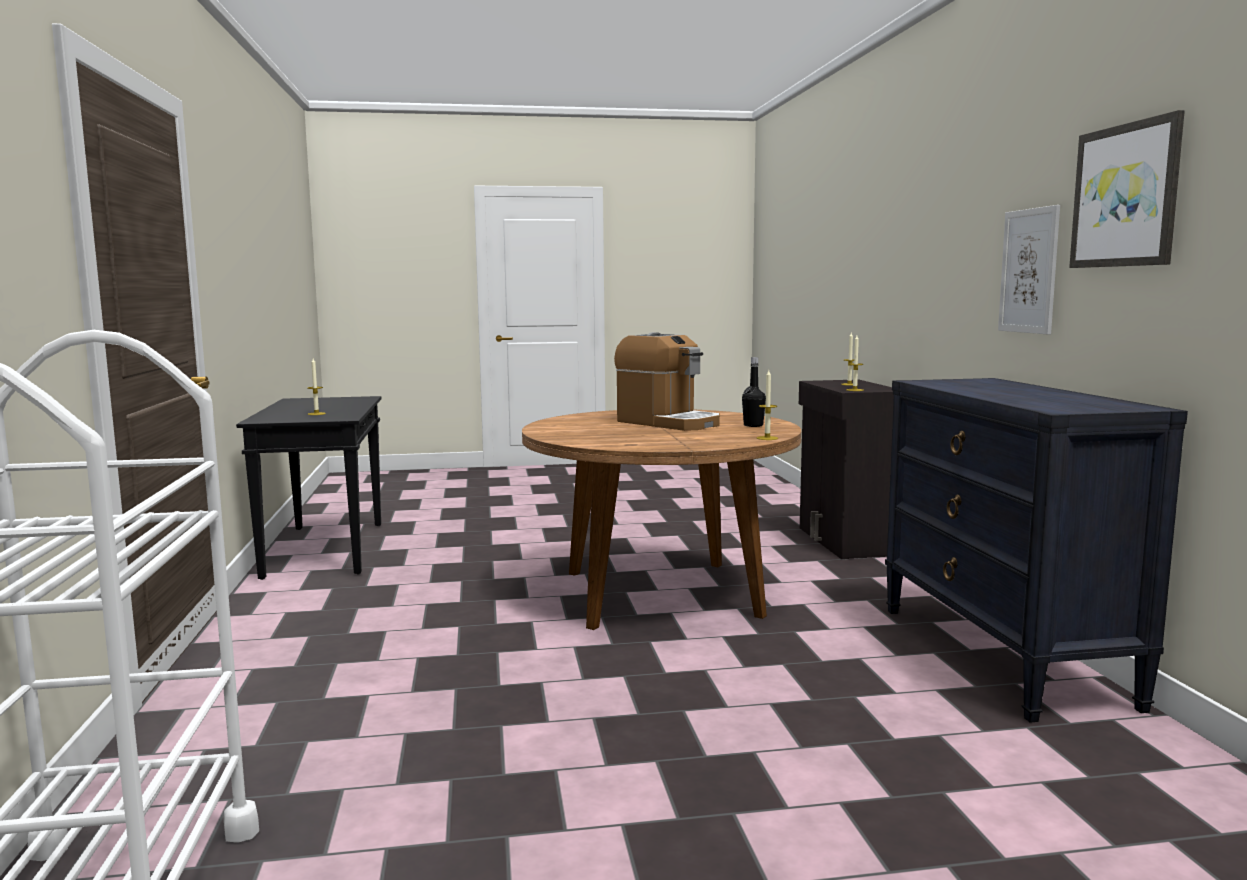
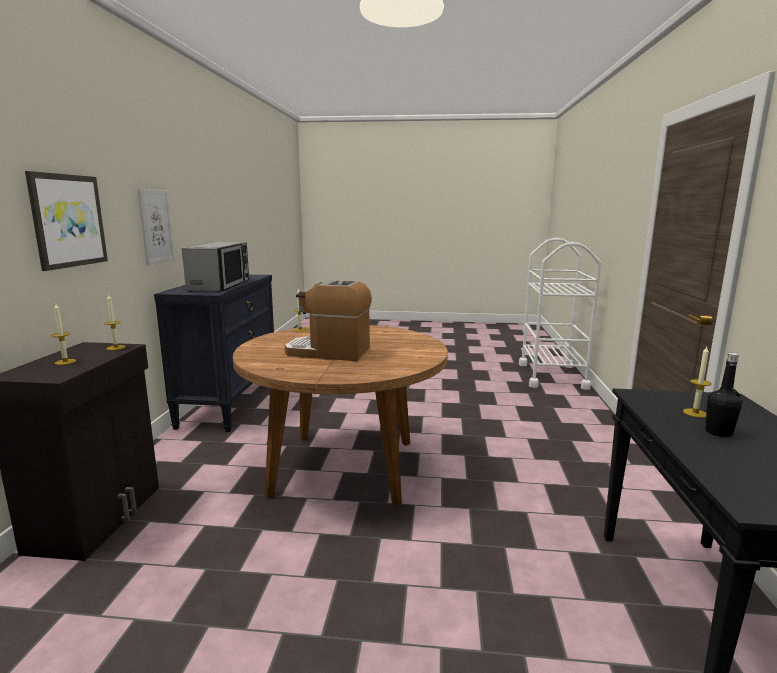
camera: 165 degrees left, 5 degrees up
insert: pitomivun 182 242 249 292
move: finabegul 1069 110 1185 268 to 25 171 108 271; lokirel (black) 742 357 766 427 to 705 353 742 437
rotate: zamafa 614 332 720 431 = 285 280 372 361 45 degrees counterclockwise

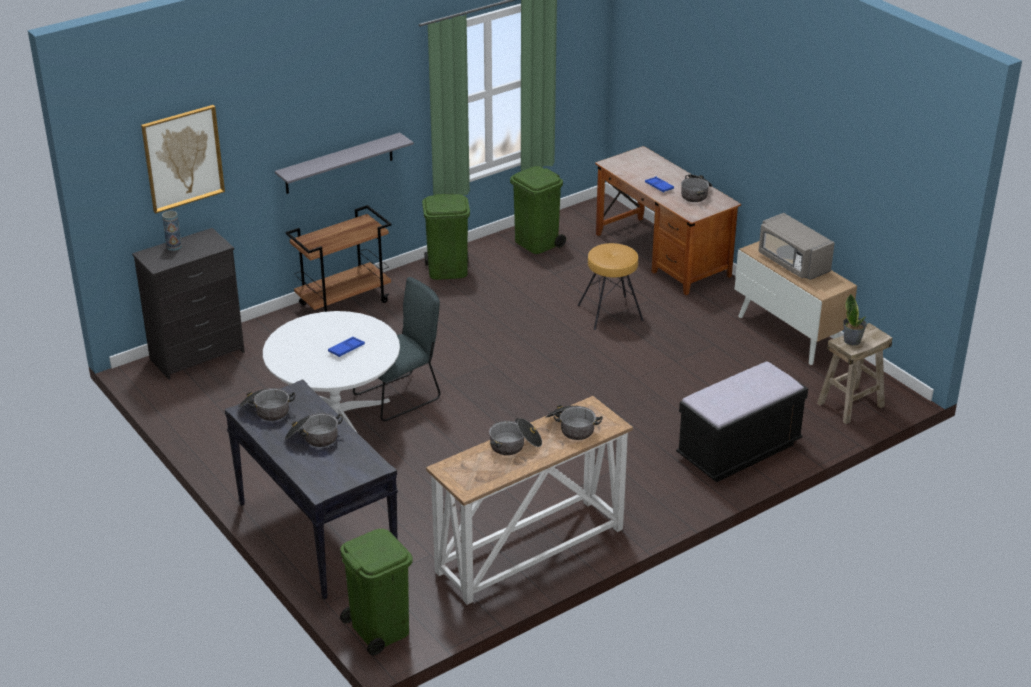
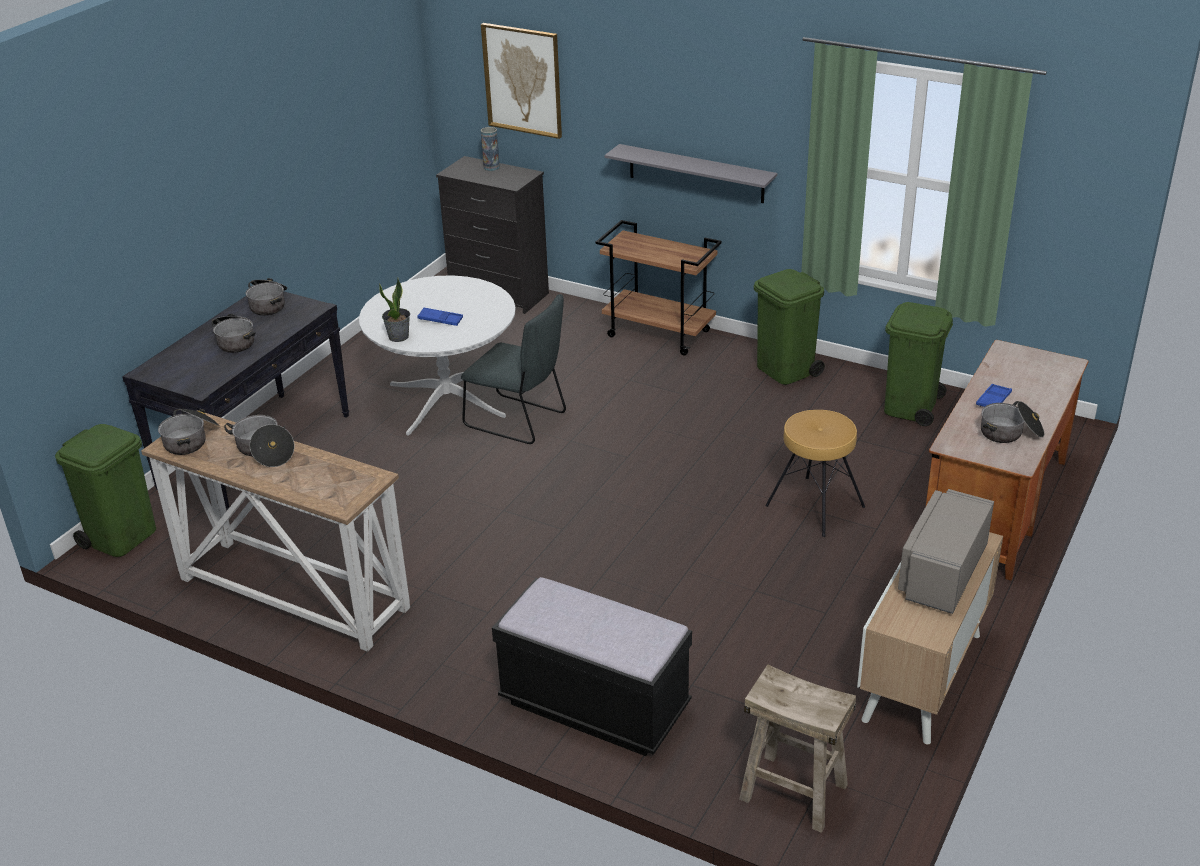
camera: 65 degrees right, 0 degrees up
move: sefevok 843 293 867 346 to 379 278 410 342; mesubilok 545 405 603 440 to 158 408 220 455

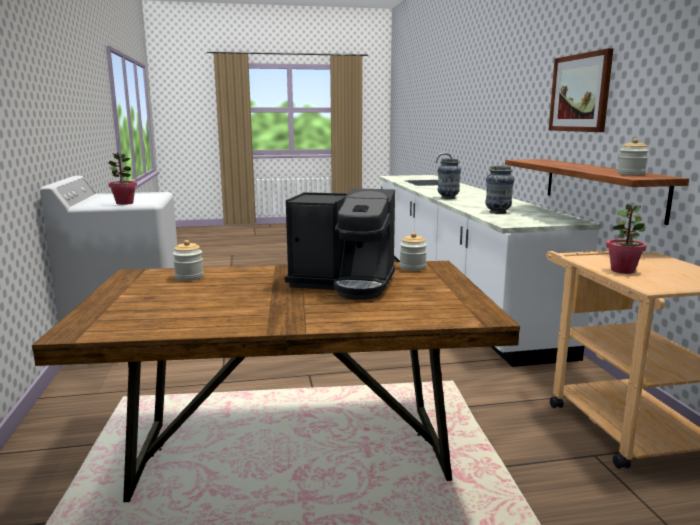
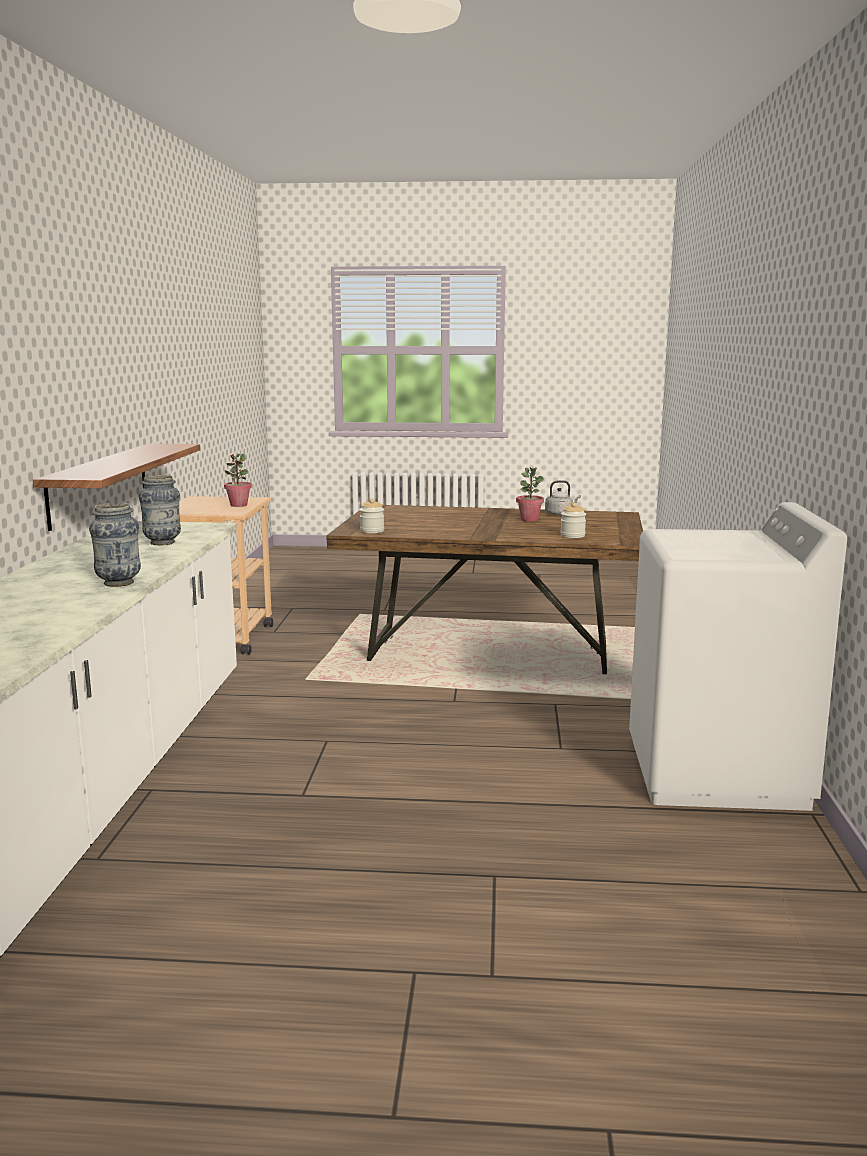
camera: 165 degrees left, 0 degrees up
delete: finabegul 549 48 614 132; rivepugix 617 138 649 175; zamafa 285 188 395 300
insert: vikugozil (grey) 545 480 581 515
move: sefevok 108 152 137 205 to 516 467 544 521

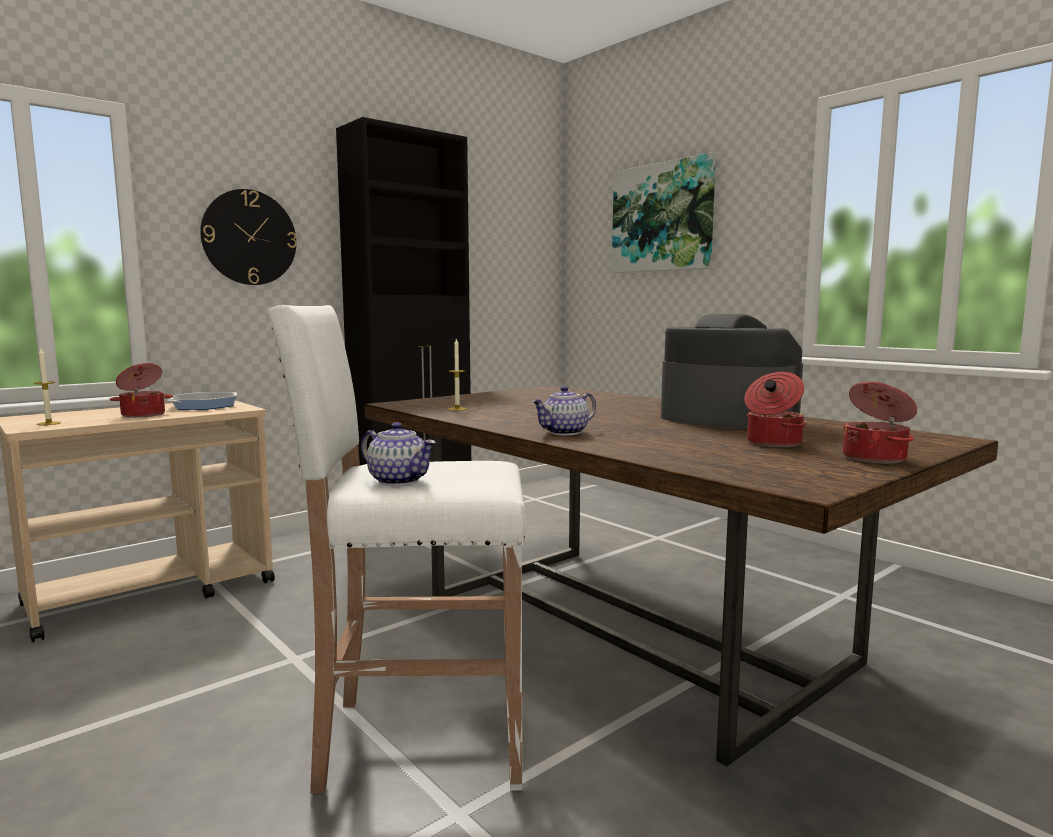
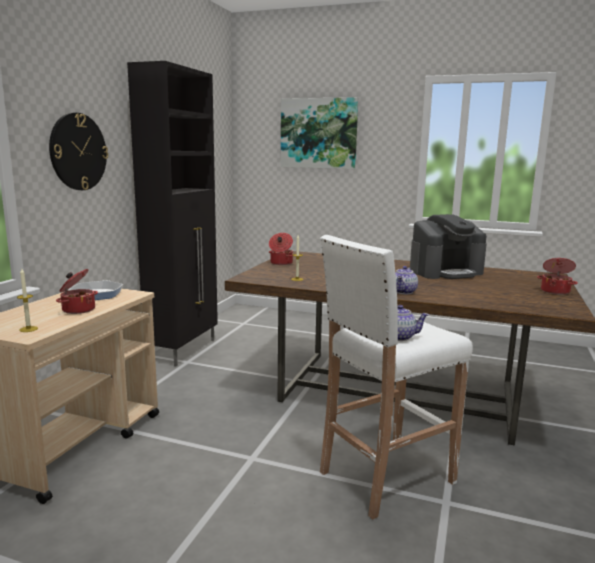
camera: 30 degrees left, 5 degrees up
move: mesubilok 745 372 805 447 to 269 233 293 265
rotate: zamafa 661 314 803 430 = 410 214 487 279 150 degrees clockwise

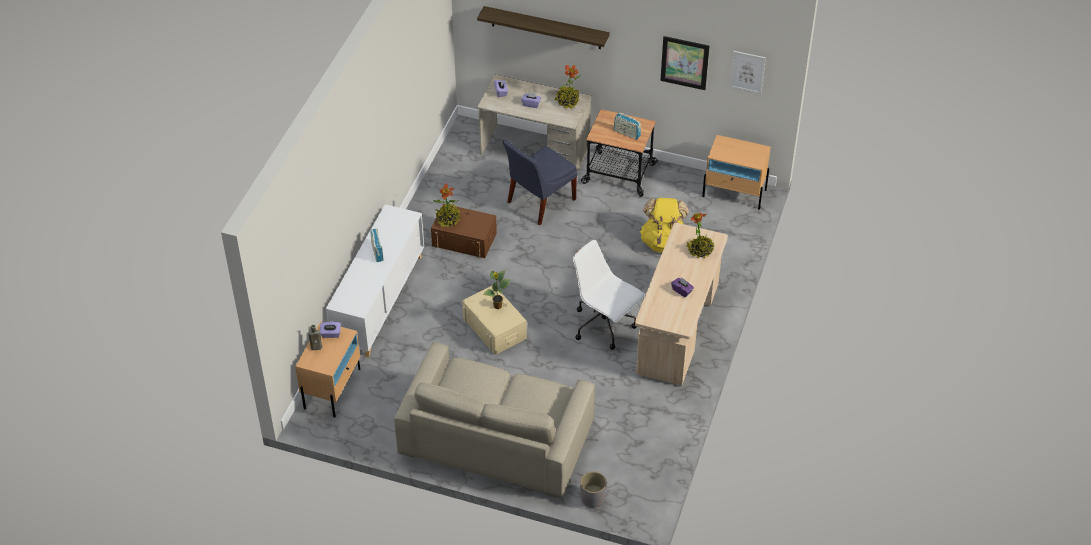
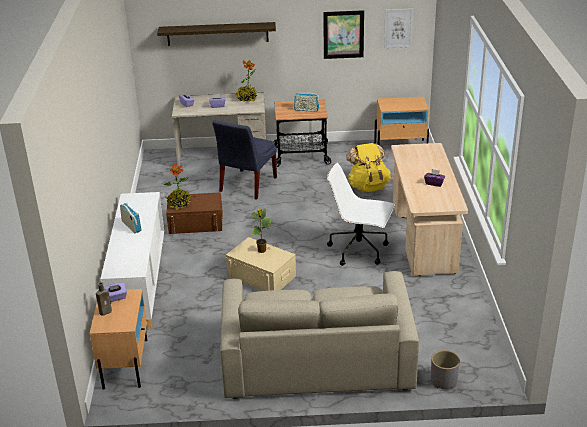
camera: 20 degrees left, 15 degrees down
delete: sefevok 687 213 715 258

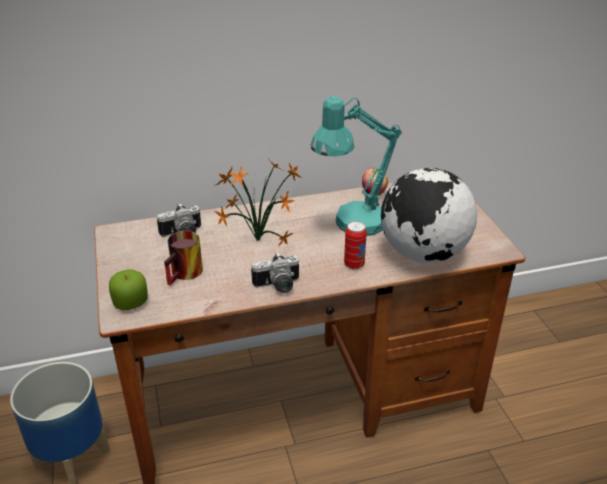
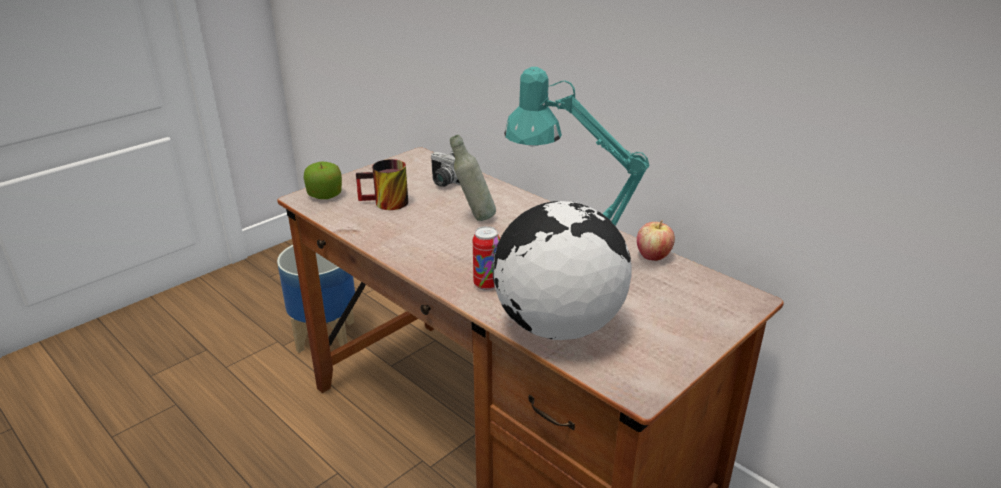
camera: 60 degrees right, 5 degrees down
delete: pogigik 251 253 299 293
replace: sefevok 214 158 302 248 to lokirel (grey) 450 135 496 221

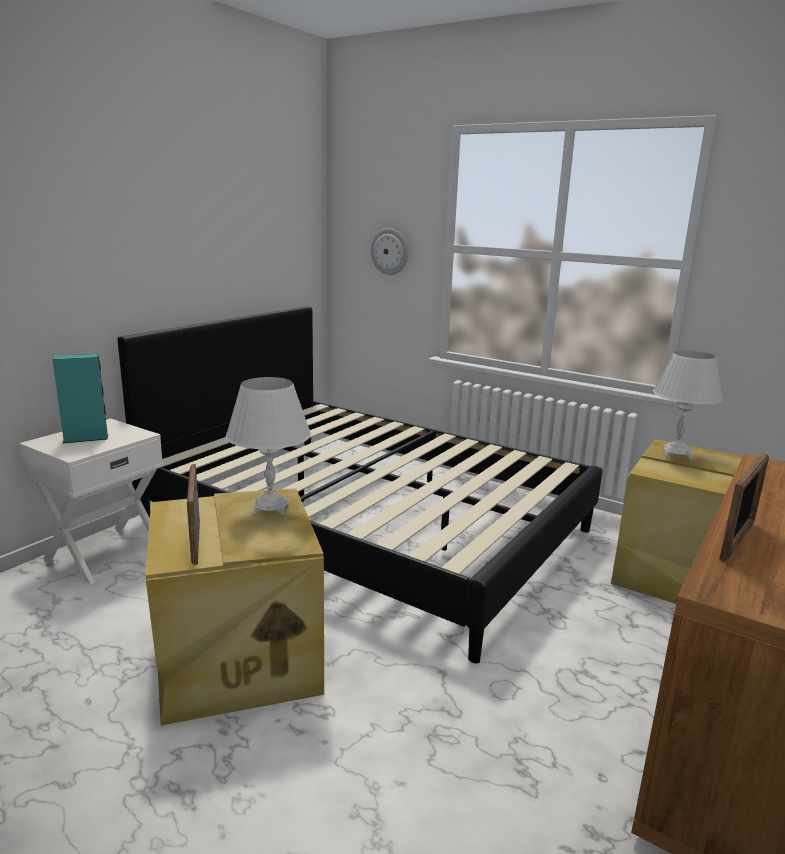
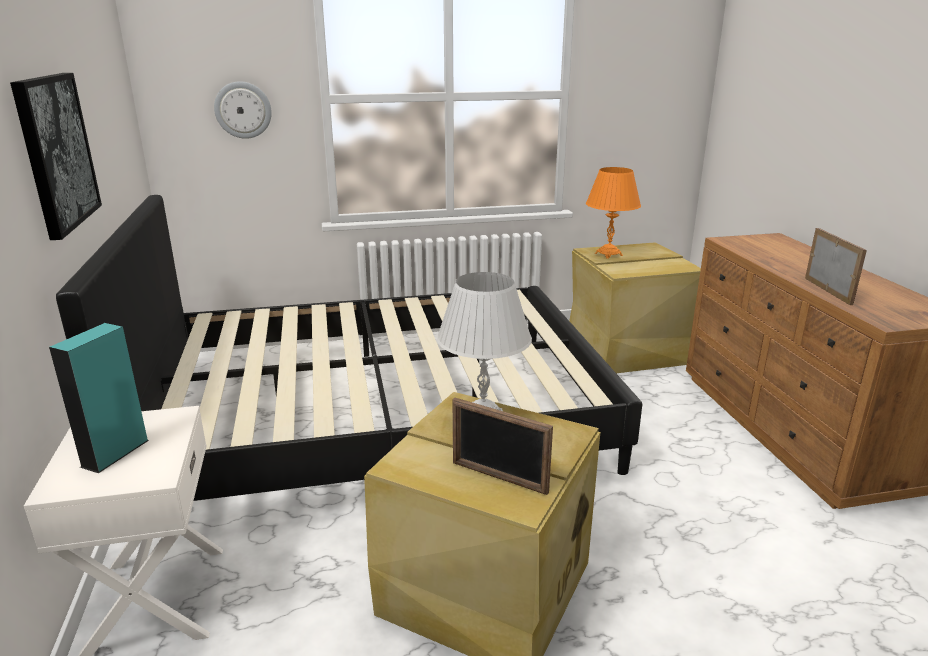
camera: 45 degrees left, 5 degrees up
insert: finabegul 10 73 102 240
recolor: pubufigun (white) 653 350 723 459 to pubufigun (orange) 586 167 641 259

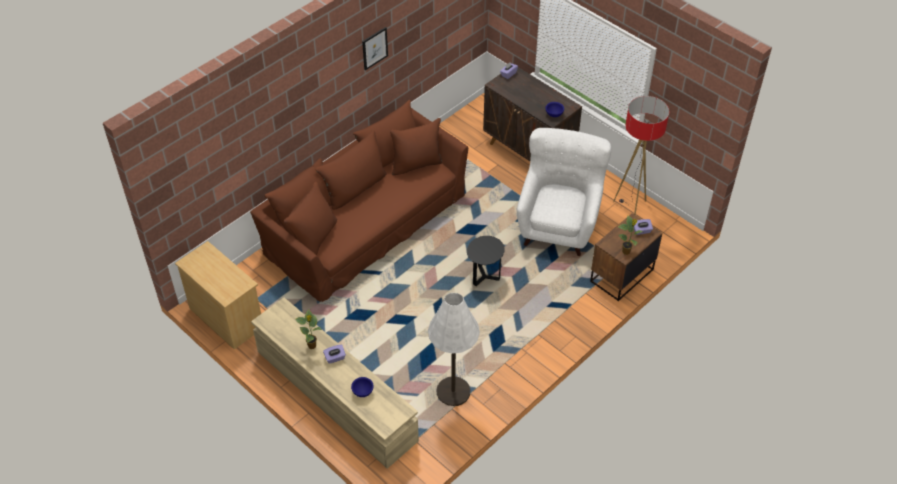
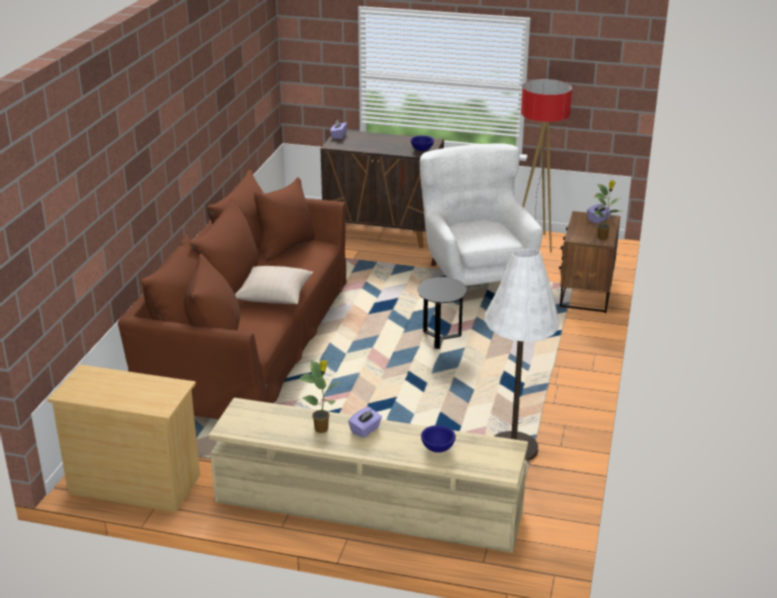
camera: 30 degrees left, 20 degrees down
delete: finabegul 362 27 388 70
insert: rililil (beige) 235 266 313 304

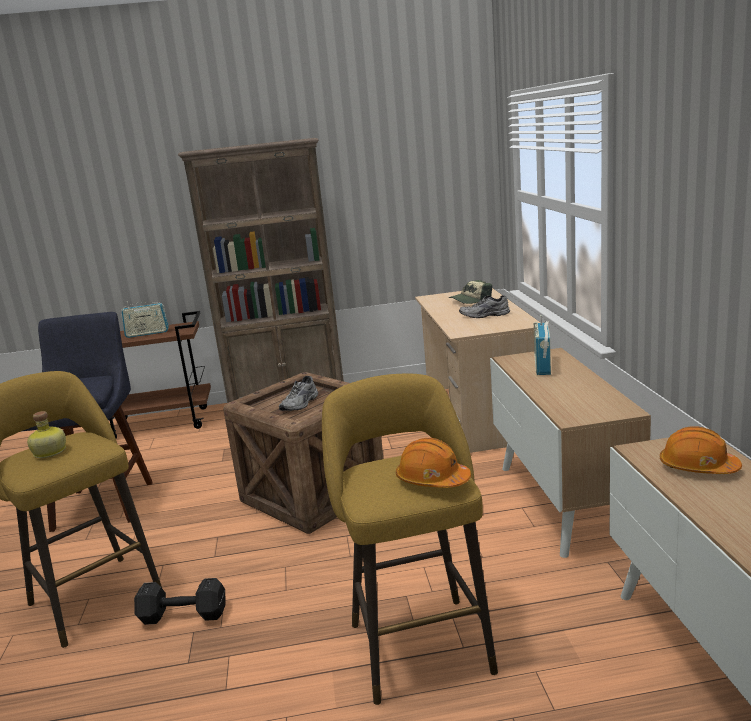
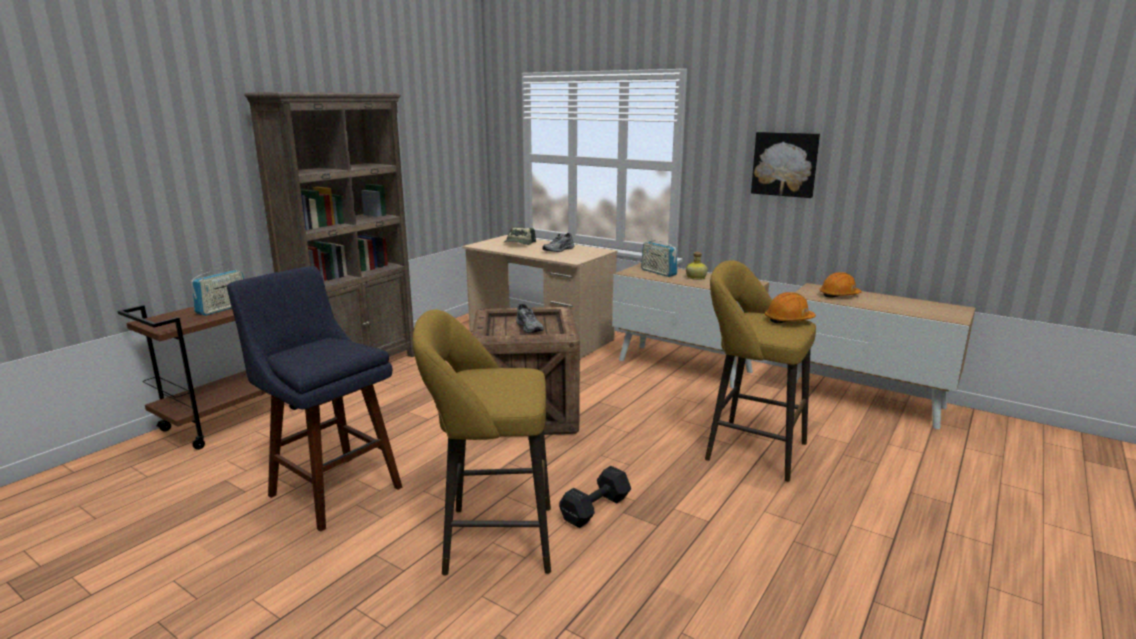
camera: 50 degrees left, 0 degrees up
insert: finabegul 751 132 820 198
move: lokirel 27 411 66 458 to 686 252 708 280

